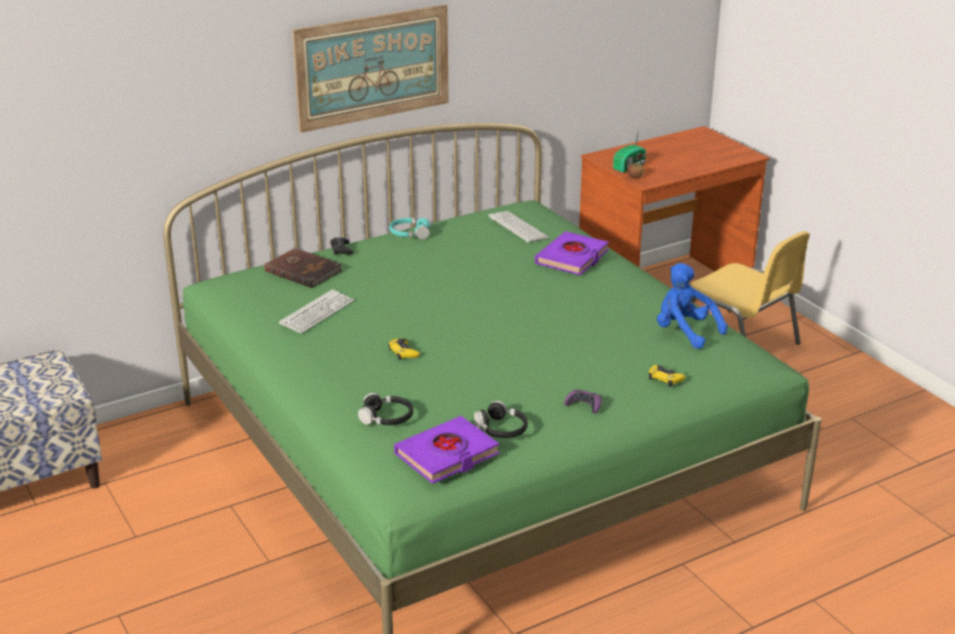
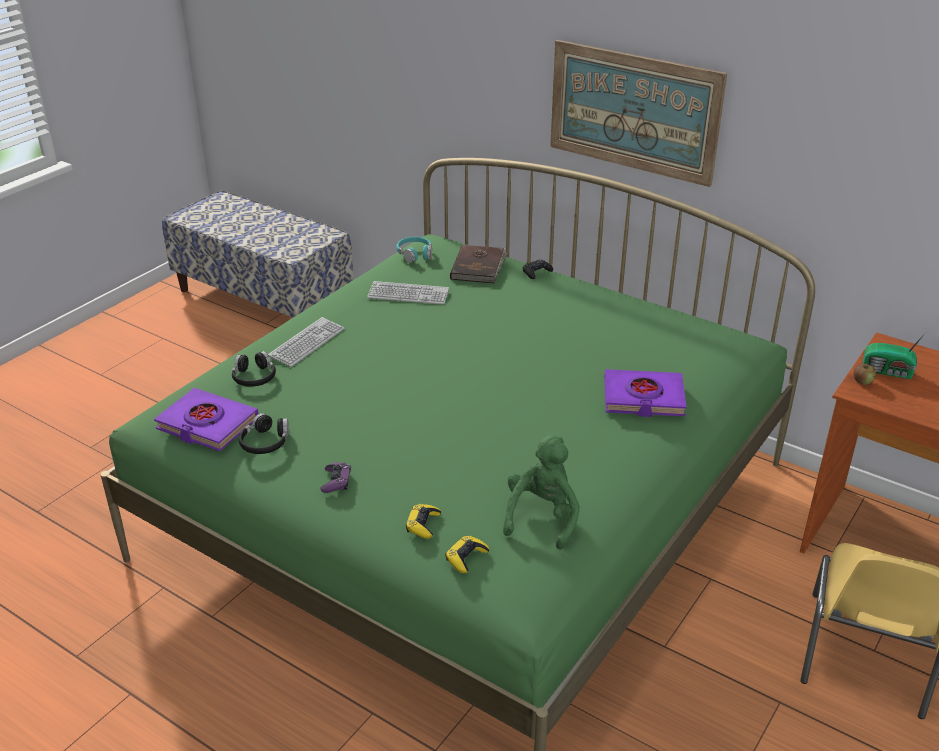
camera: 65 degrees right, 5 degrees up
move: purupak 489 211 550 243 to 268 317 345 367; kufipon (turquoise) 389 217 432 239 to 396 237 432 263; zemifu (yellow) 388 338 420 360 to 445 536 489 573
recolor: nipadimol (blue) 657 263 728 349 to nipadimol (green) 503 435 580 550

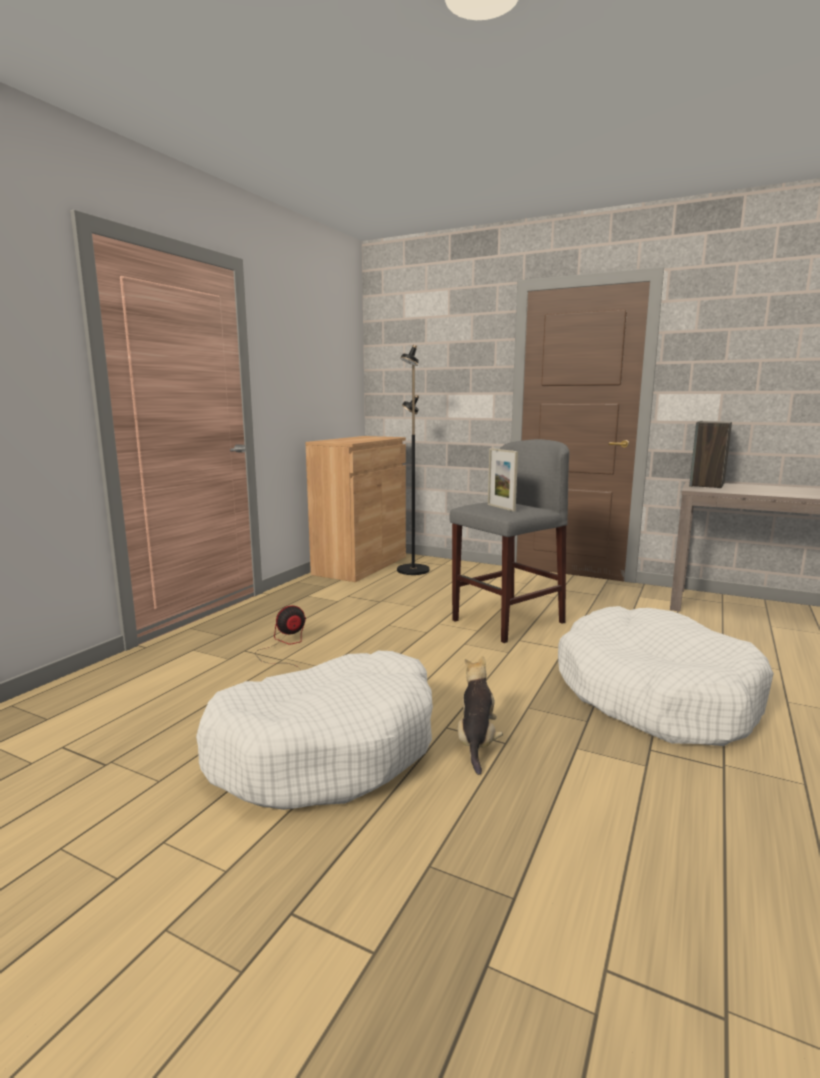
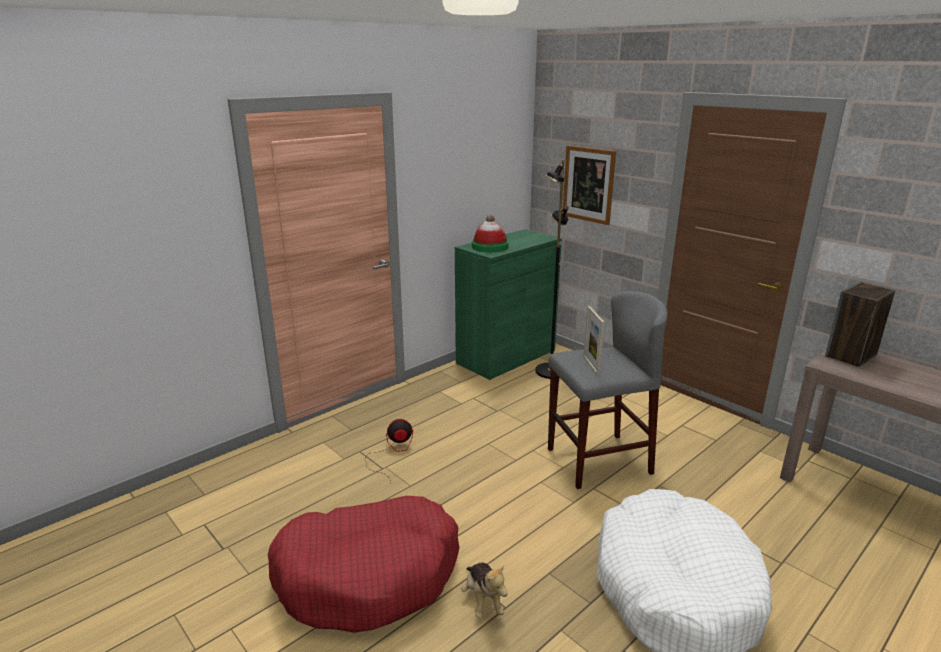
camera: 20 degrees right, 10 degrees up
insert: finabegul 563 145 616 225; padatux 472 215 508 252
recolor: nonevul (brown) 305 436 406 582 to nonevul (green) 455 229 562 380; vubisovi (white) 196 651 433 810 to vubisovi (red) 268 496 460 633
rotate: nipadimol 457 656 503 775 = 461 563 508 618 135 degrees clockwise

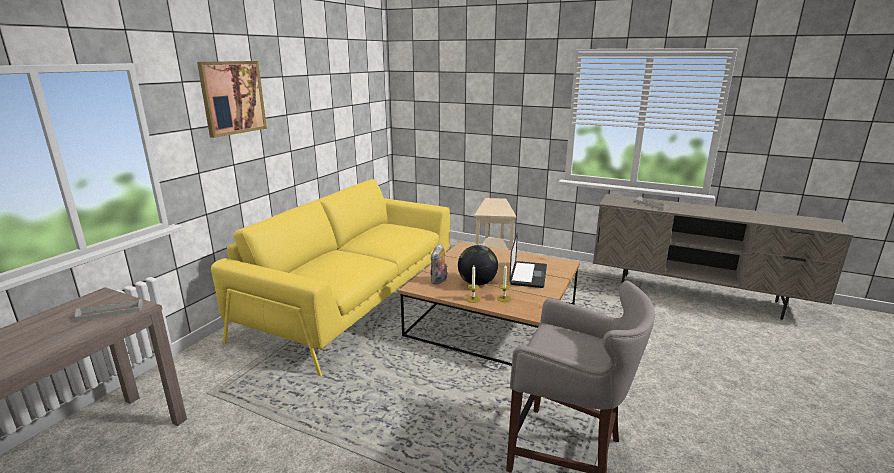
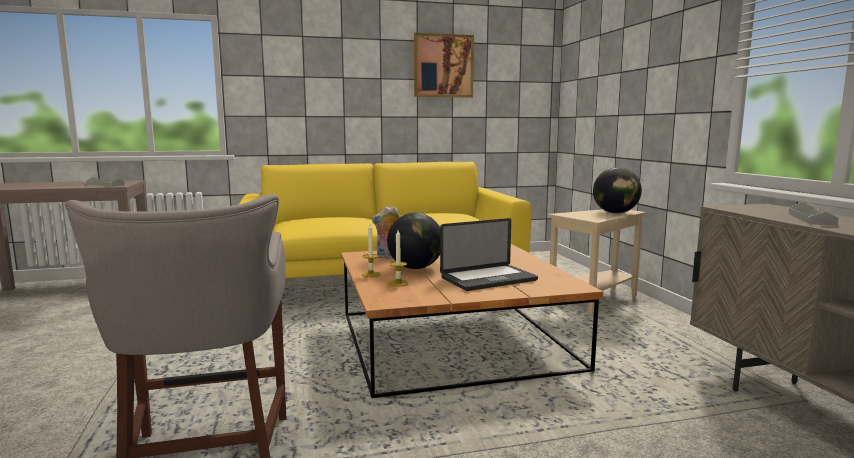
camera: 50 degrees right, 10 degrees down
insert: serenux 593 167 642 213
move: finabegul 197 61 267 138 to 414 33 474 98

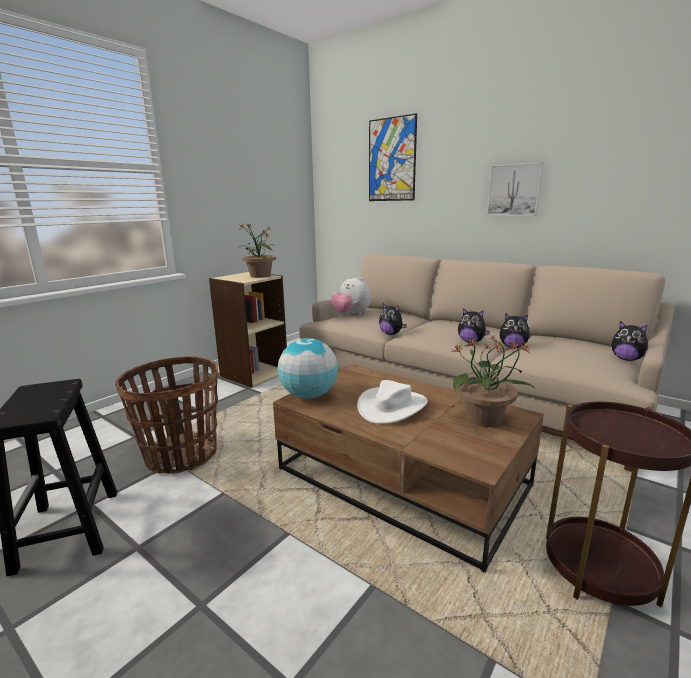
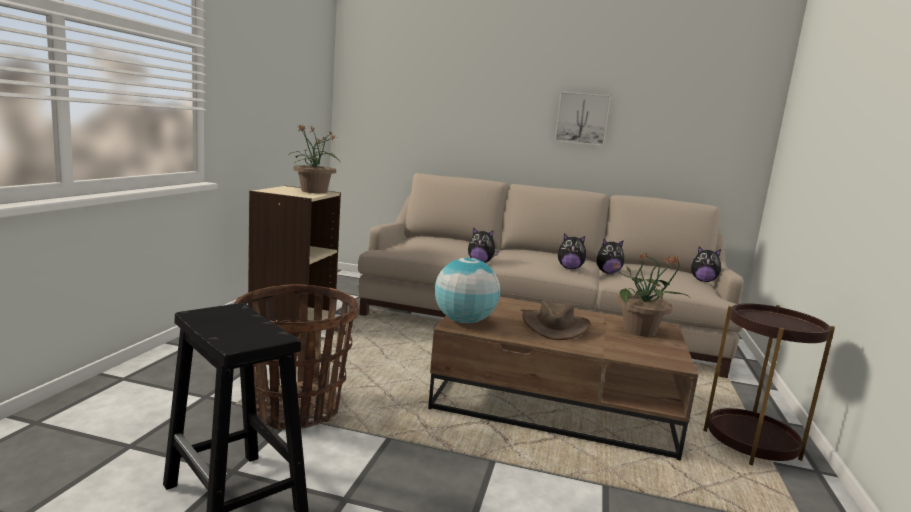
camera: 25 degrees left, 5 degrees down
delete: finabegul 369 113 417 201; nipadimol 331 276 371 315
recolor: padatux (white) 357 380 428 424 to padatux (brown) 522 300 590 340

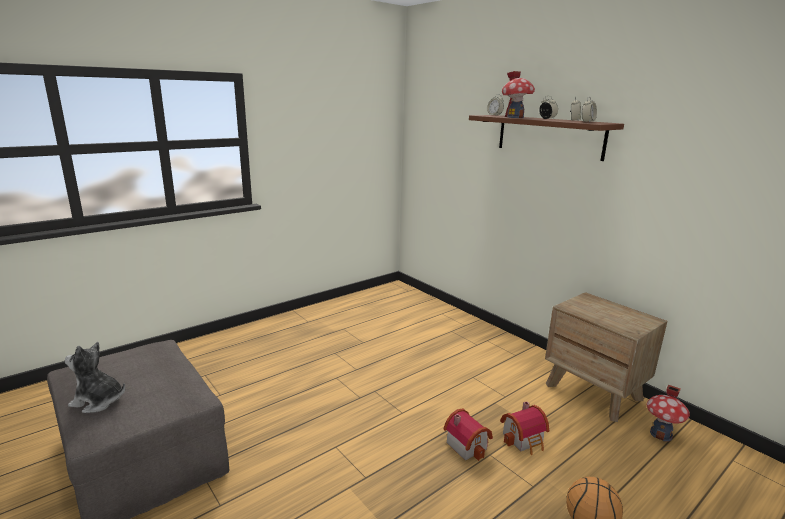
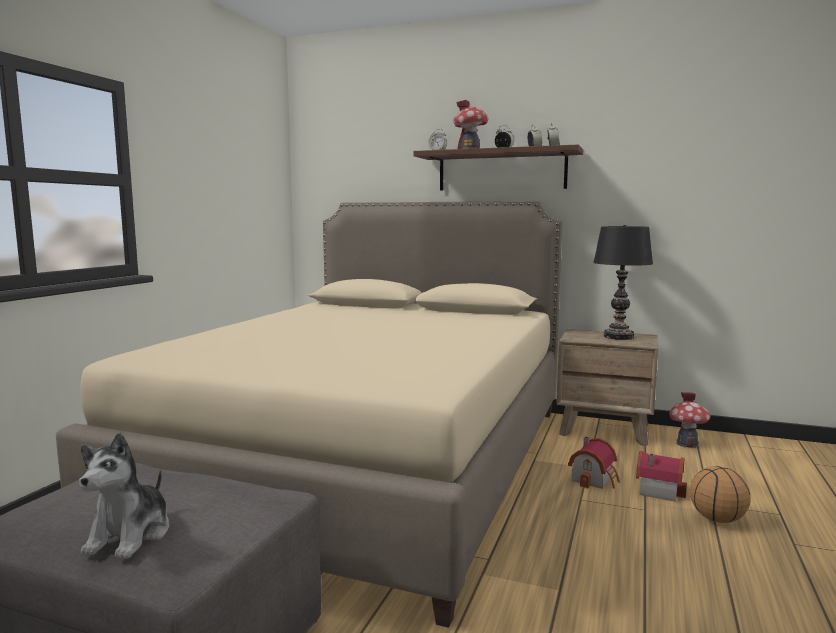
camera: 30 degrees left, 10 degrees down
insert: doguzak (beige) 56 201 562 628; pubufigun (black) 593 225 653 340
move: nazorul 444 409 493 461 to 636 451 687 502
rotate: nipadimol 65 342 125 413 = 79 432 169 559 60 degrees counterclockwise

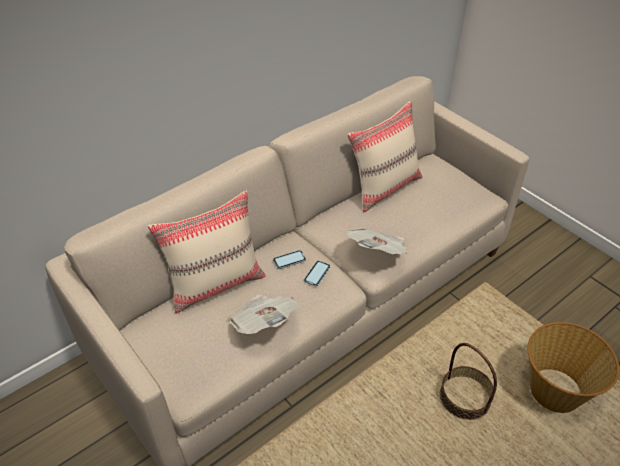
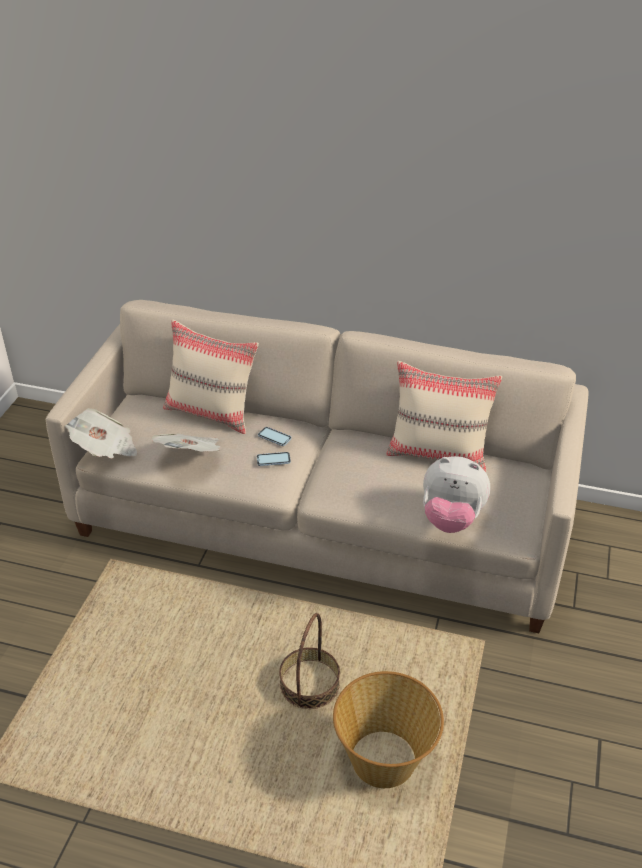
camera: 55 degrees right, 5 degrees down
insert: nipadimol 423 456 490 533
move: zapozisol 346 228 408 254 to 65 408 137 458

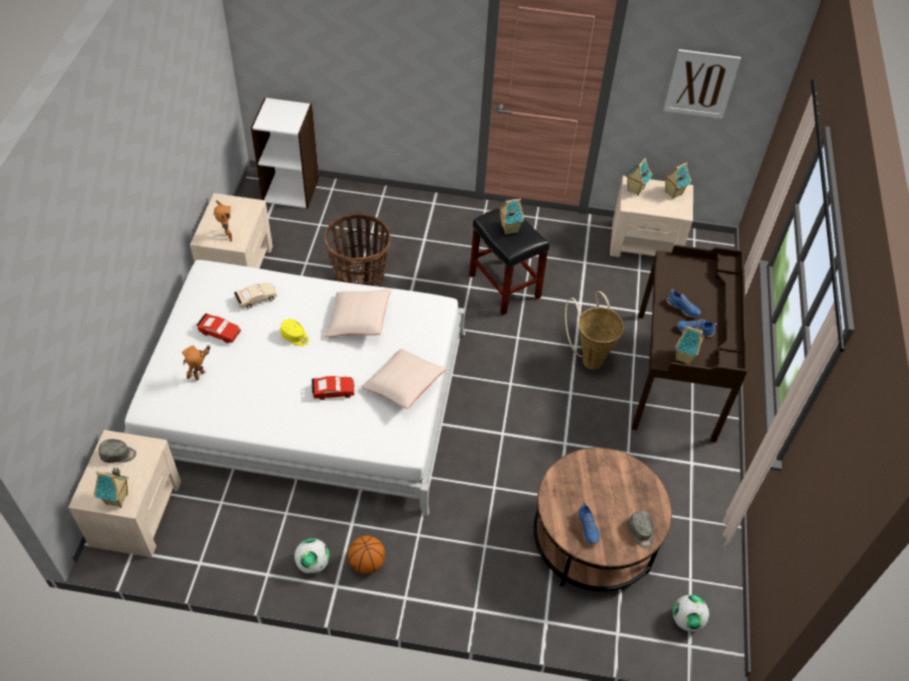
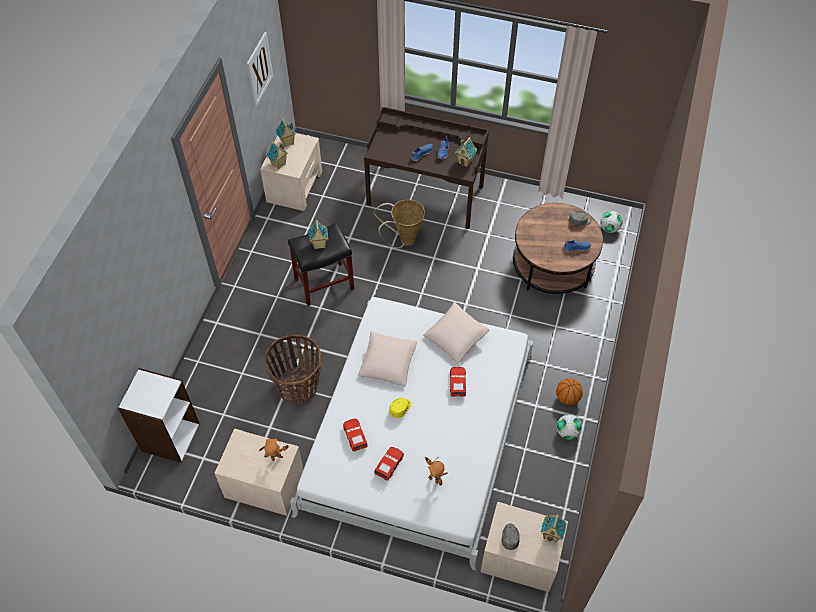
camera: 80 degrees left, 5 degrees up
recolor: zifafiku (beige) 234 282 277 309 to zifafiku (red) 343 419 368 451

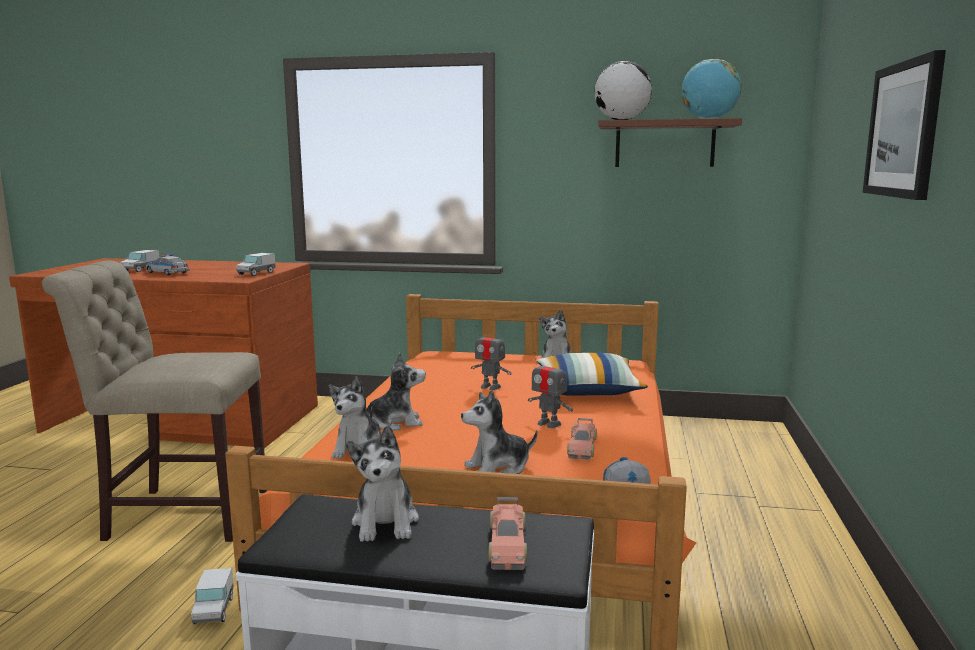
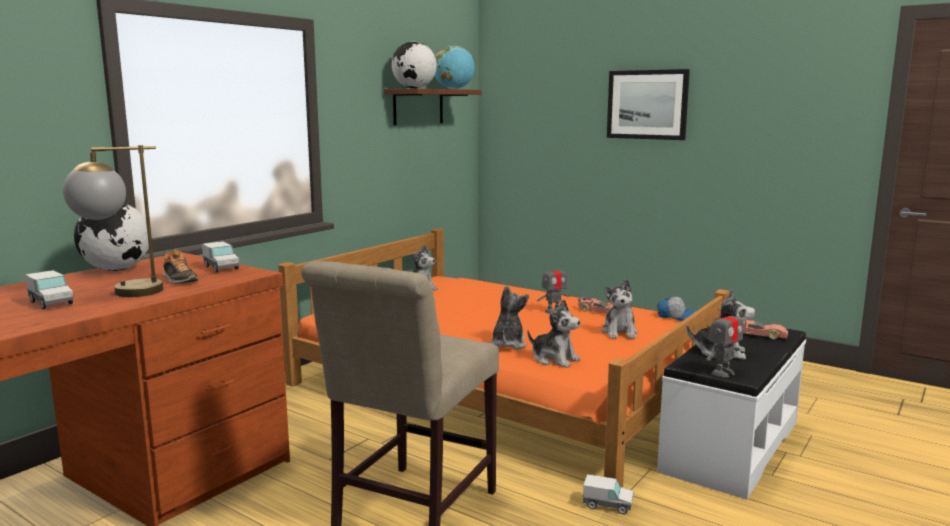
camera: 65 degrees left, 0 degrees up
delete: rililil 537 353 648 396
insert: serenux 74 203 149 271; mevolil 163 249 199 284
move: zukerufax 471 325 512 390 to 706 304 744 377
replace: zifafiku 146 254 190 275 to pubufigun 63 145 163 297

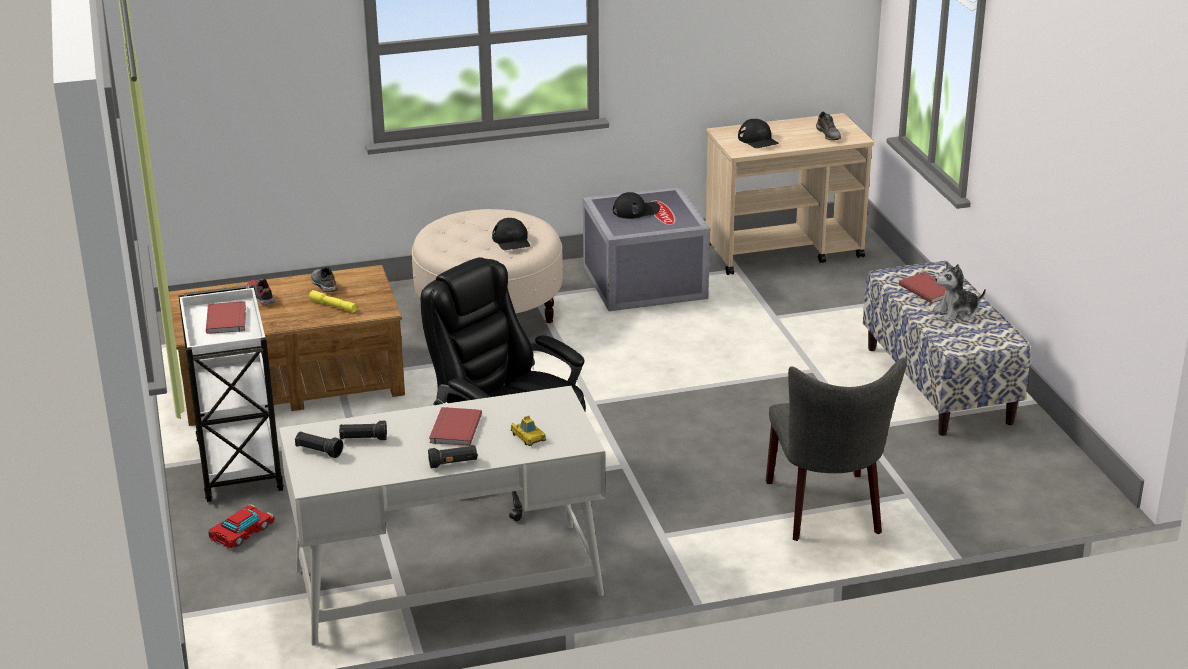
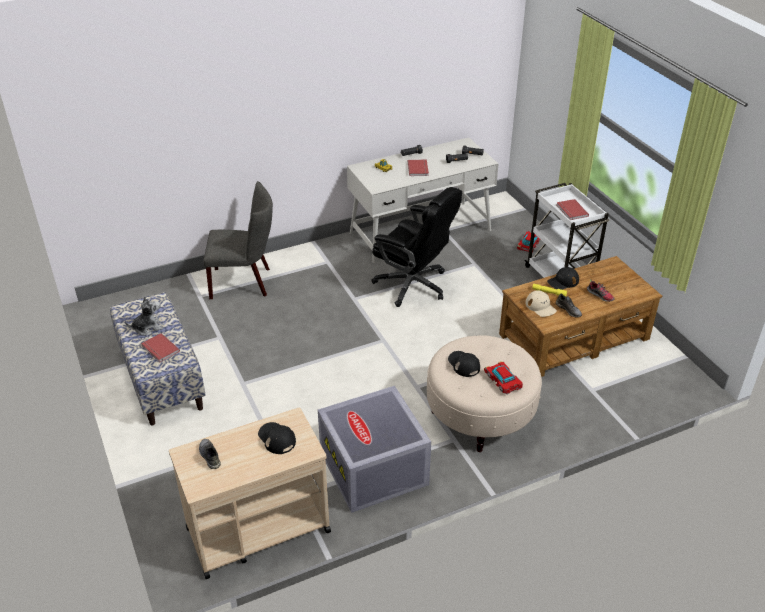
camera: 170 degrees right, 10 degrees up
insert: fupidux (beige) 525 290 557 317; zifafiku 484 361 523 395
move: fupidux (black) 613 192 660 219 to 547 267 579 290
rotate: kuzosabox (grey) 766 358 907 541 = 203 181 273 299 105 degrees clockwise

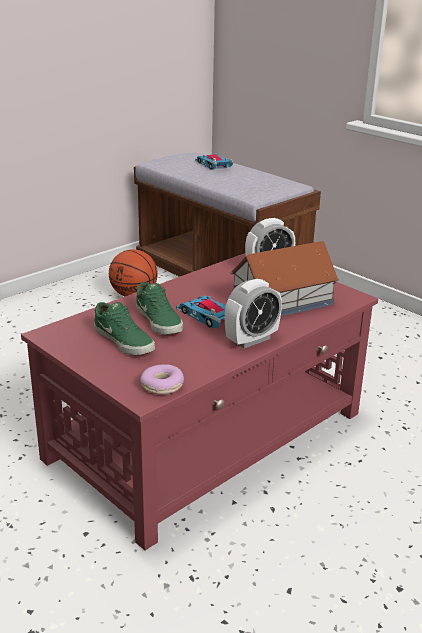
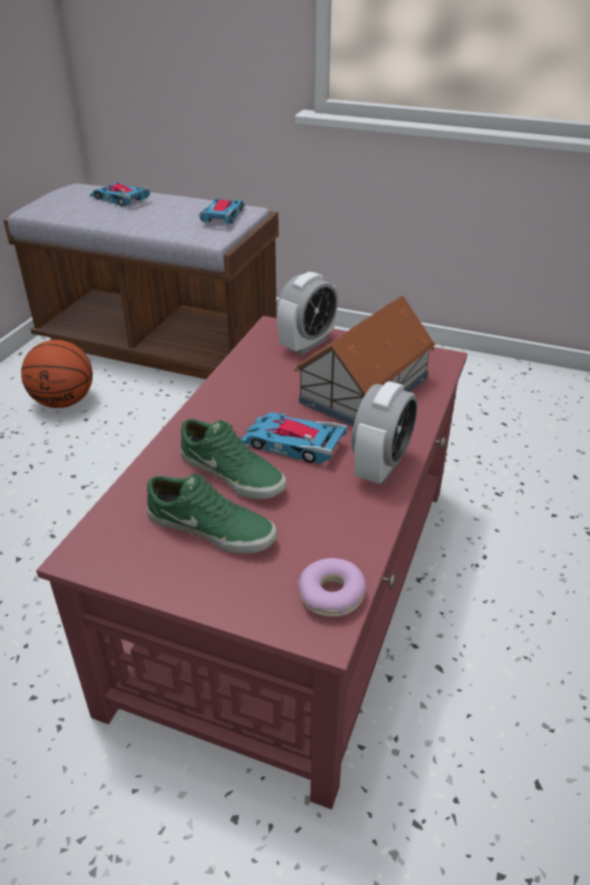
camera: 25 degrees left, 10 degrees up
insert: zifafiku 199 198 245 224

